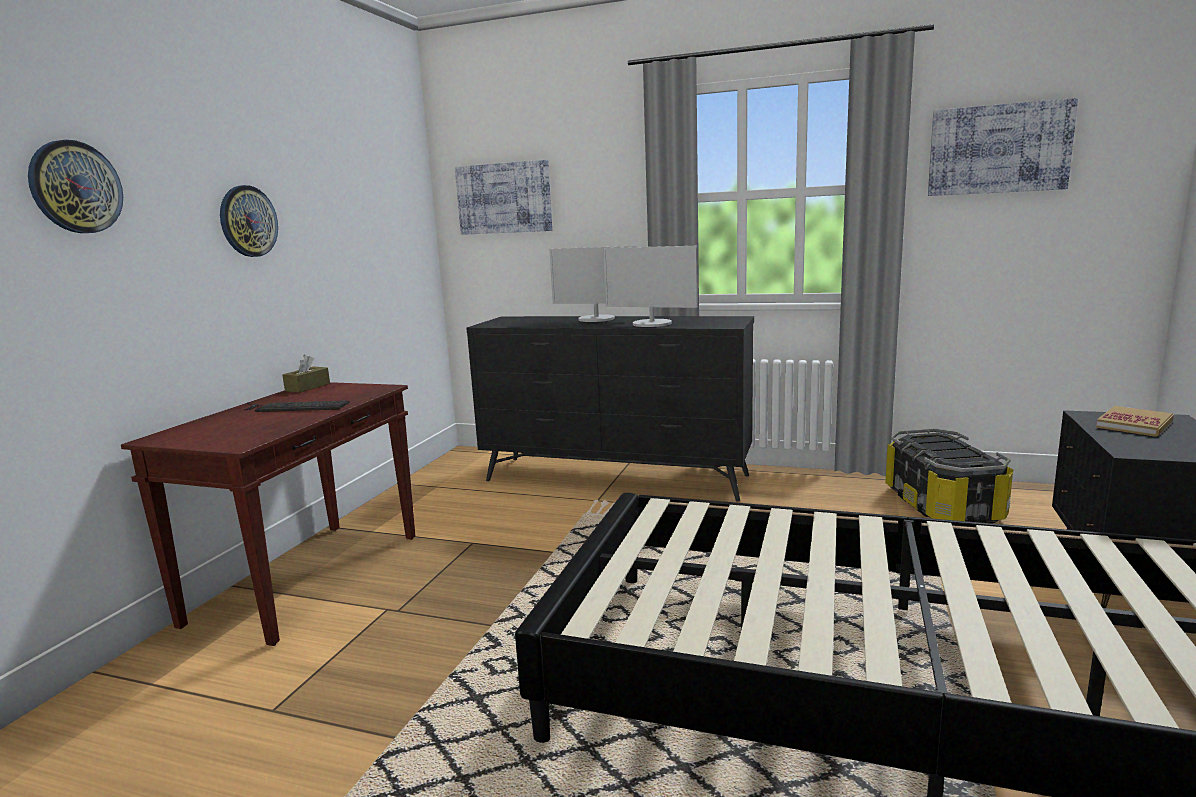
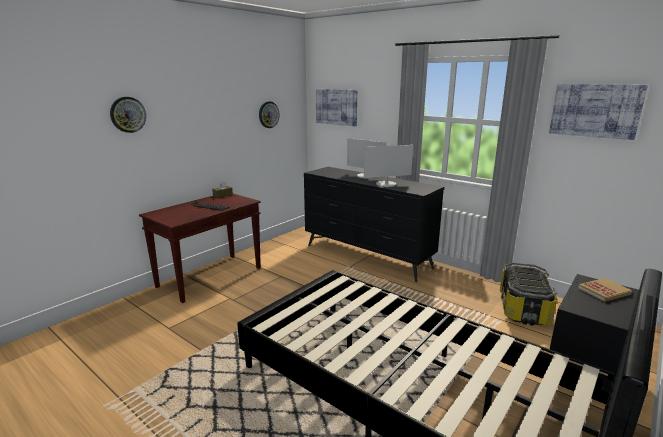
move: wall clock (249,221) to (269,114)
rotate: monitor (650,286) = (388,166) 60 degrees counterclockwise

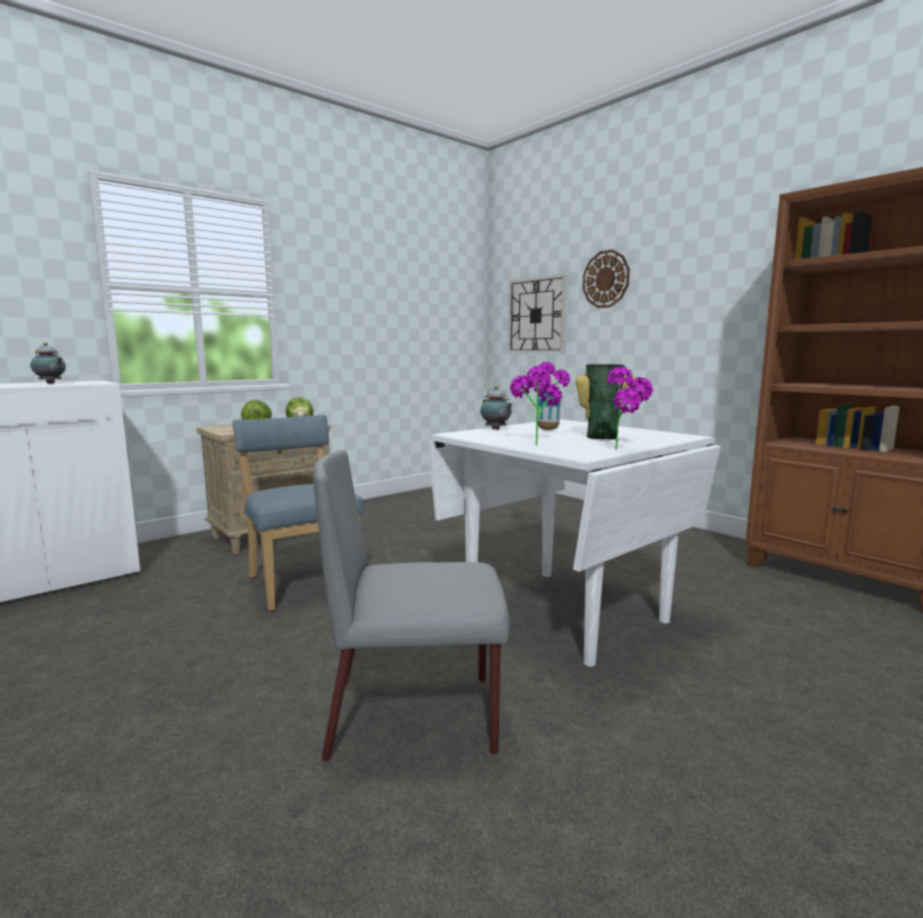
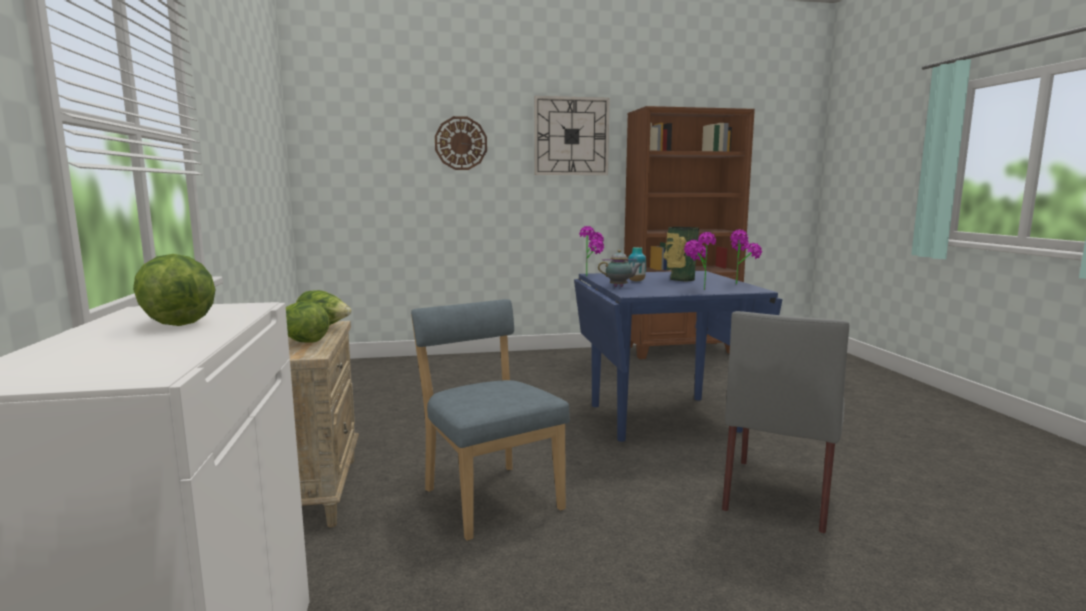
move: wall clock (537,313) to (572,135)
replace: teapot (48,363) to lettuce (174,290)
recolor: white dining table (574,543) to blue dining table (678,356)
rotate: blue chair (298,513) = (490,420) 60 degrees clockwise

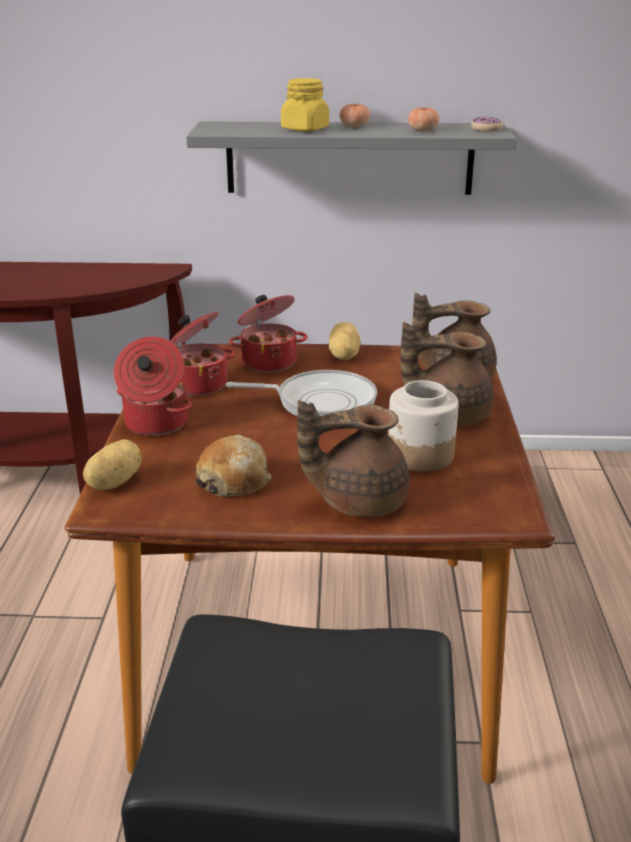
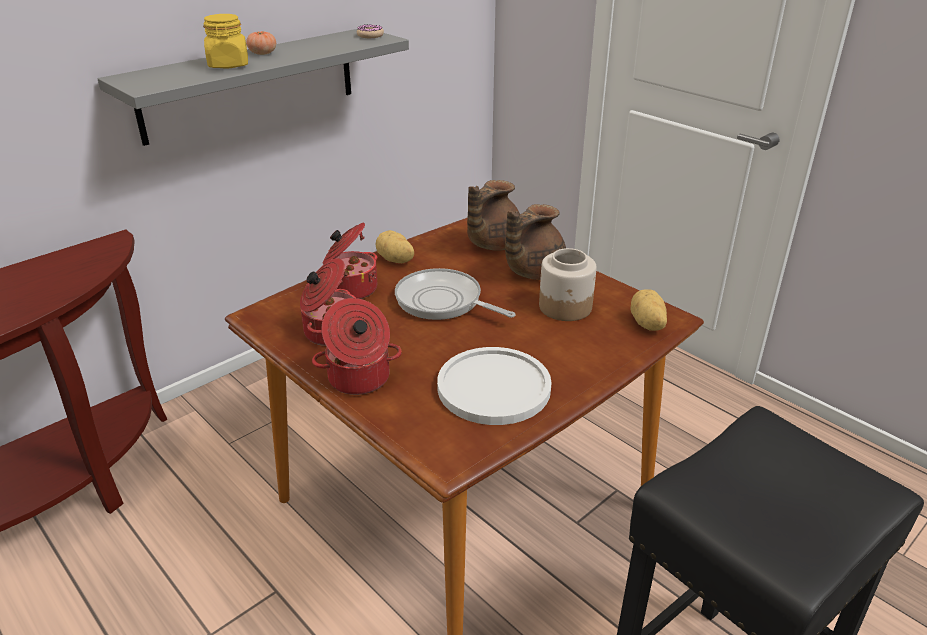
delete: brown teapot (353,458); tomato (423,118)
move: potato (112,464) to (648,310)
replace: bread (233,465) to white plate (494,386)
rotate: frying pan (301,393) = (455,294) 105 degrees counterclockwise

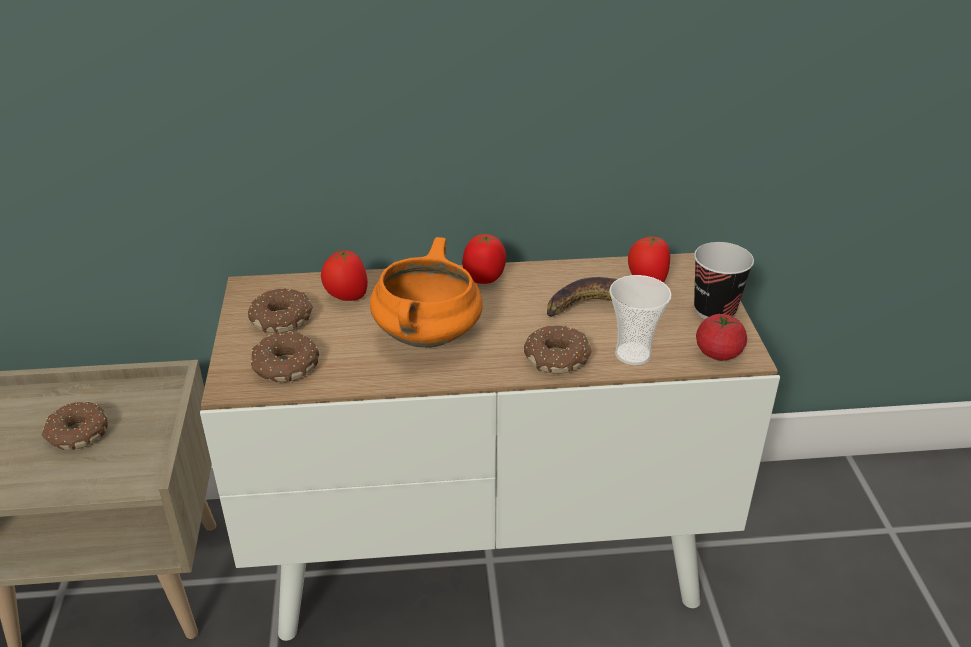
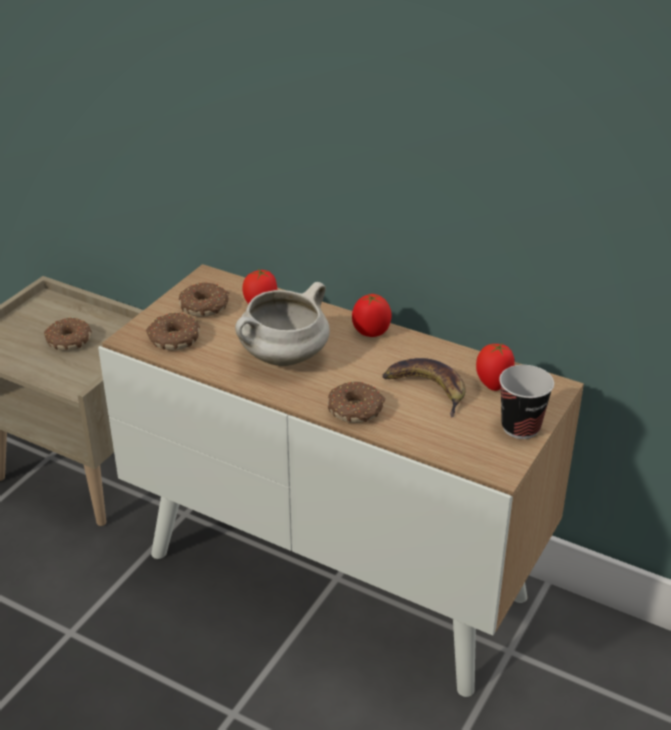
delete: cup (640,320); tomato (721,337)
recolor: orange cooking pot (426,292) to white cooking pot (282,324)

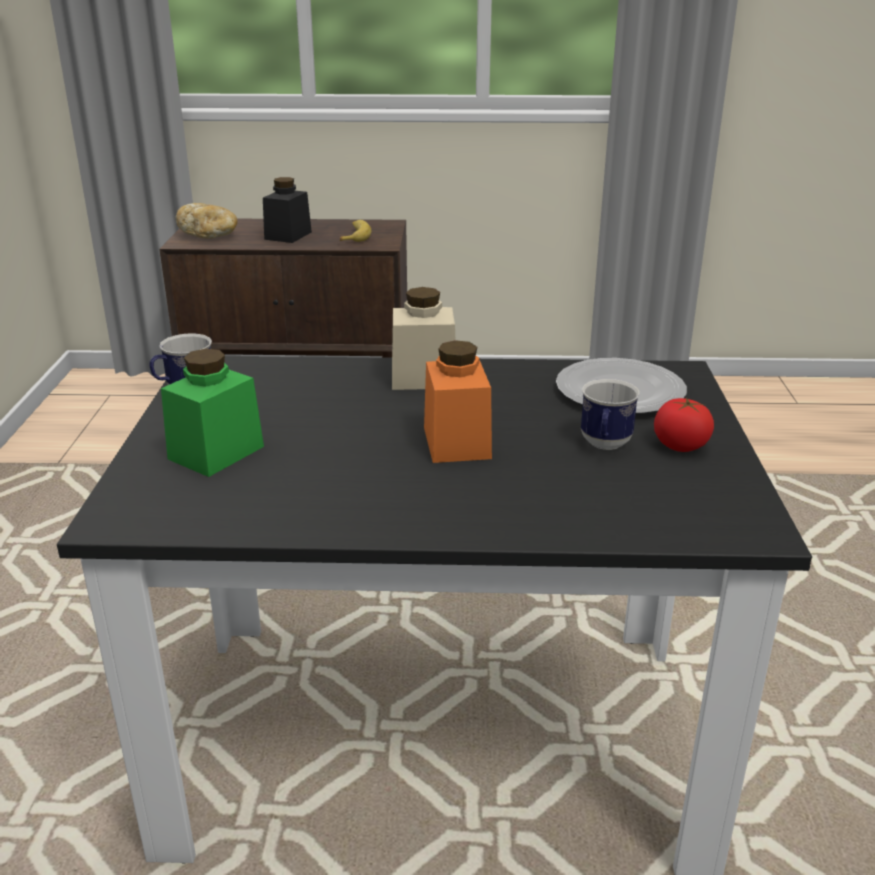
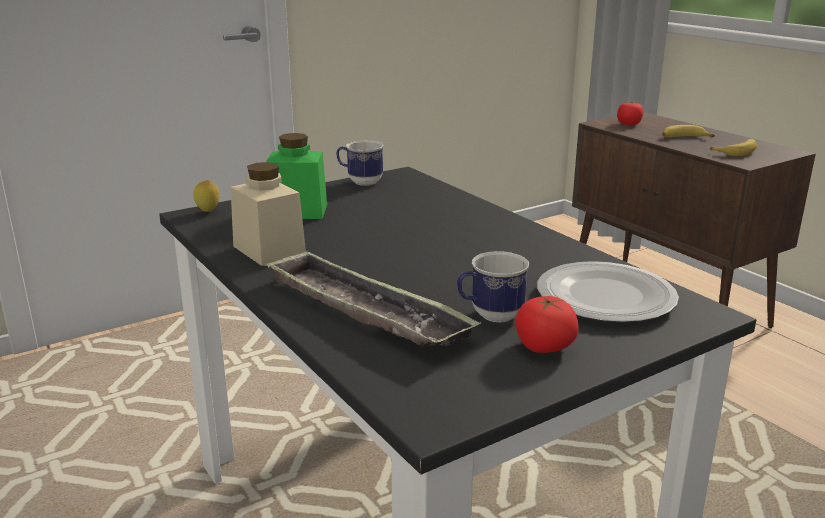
delete: orange jar (458,401)
insert: lemon (206,196); tray (372,298)
move: beige jar (423,338) to (268,214)
replace: bread (207,220) to tomato (630,113); black jar (287,210) to banana (688,131)

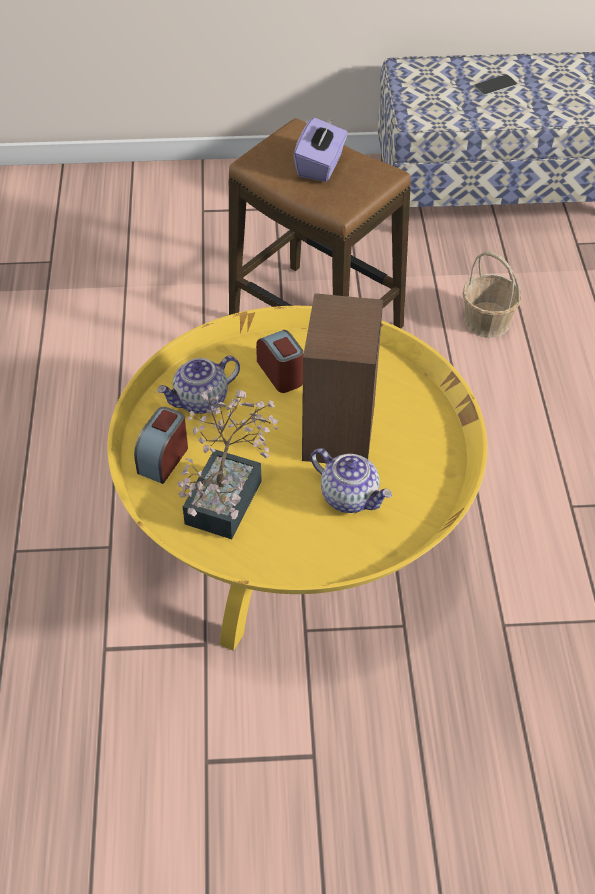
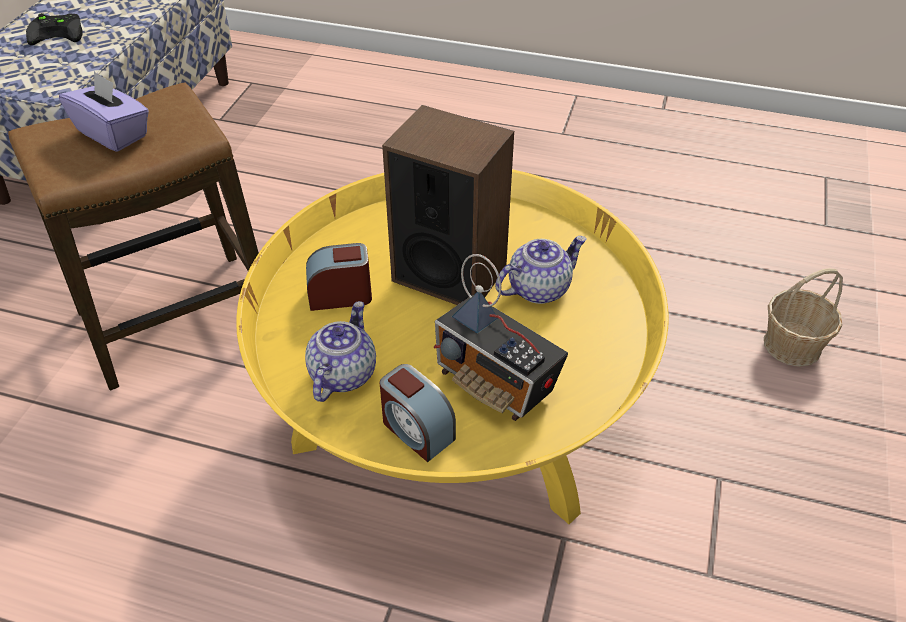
move: basket (492,294) to (803,317)
replace: potted plant (228,463) to radio (501,337); phone (496,84) to black game controller (54,29)
rotate: teapot (198,385) = (340,351) 150 degrees counterclockwise

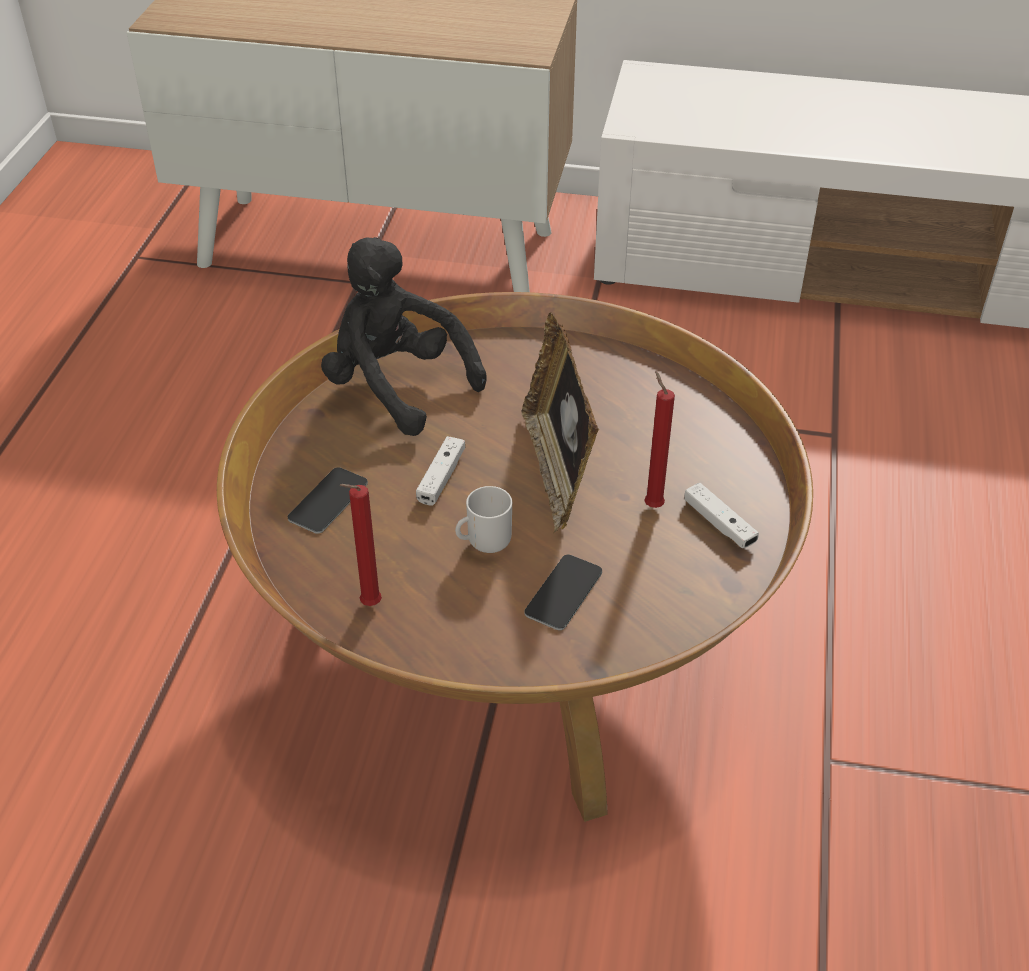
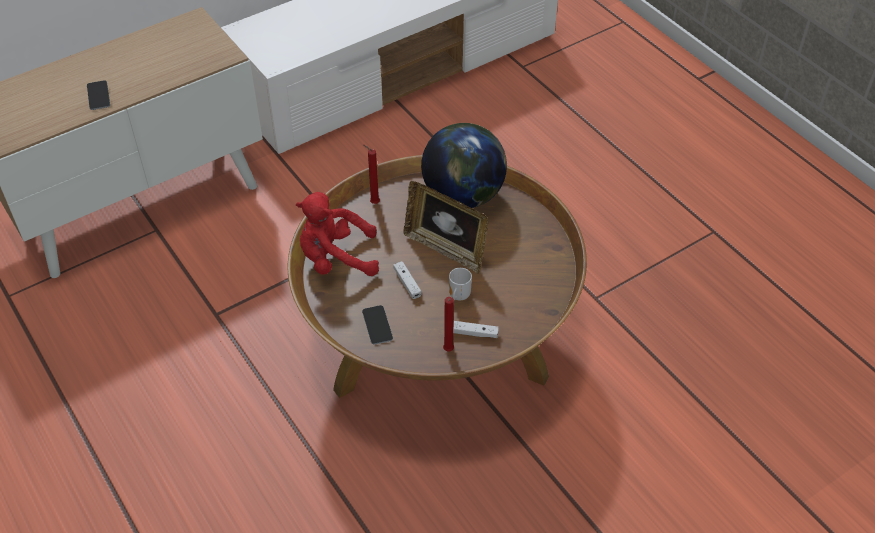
insert: globe (464,165)
move: phone (563,592) to (98,95); red candle (659,439) to (372,174); white game controller (721,515) to (476,329)
recolor: black plush toy (404,336) to red plush toy (337,234)

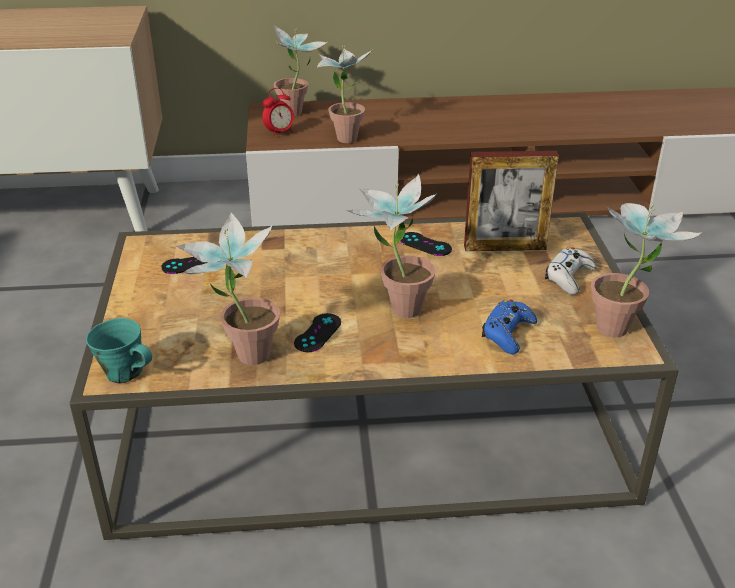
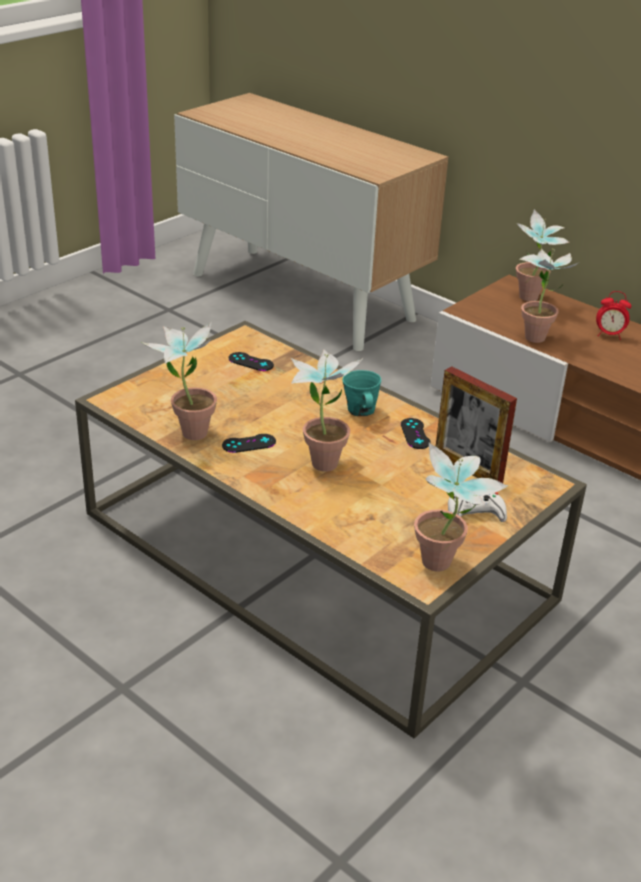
delete: blue game controller (509,326)
move: turquoise mug (119,351) to (361,393); alarm clock (278,112) to (613,315)

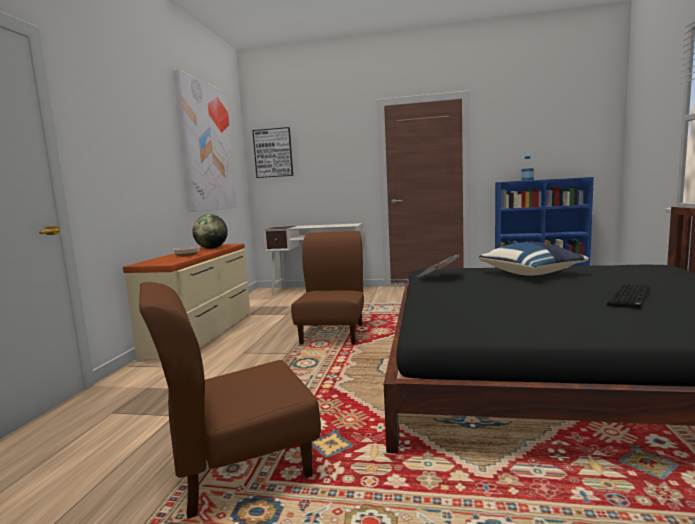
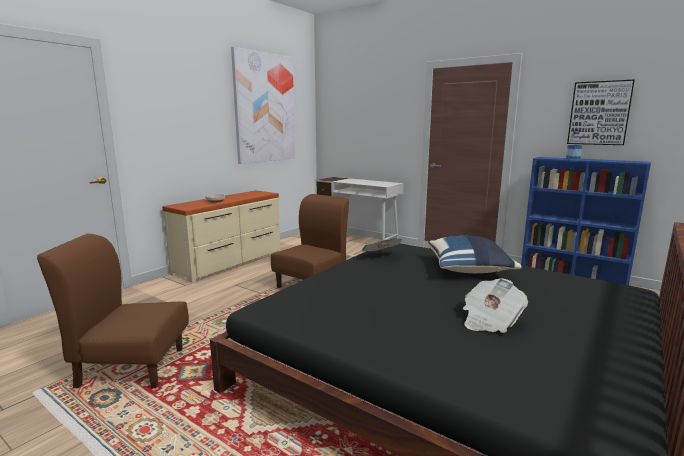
delete: globe (210,231)
move: picture (272,152) to (601,112)
replace: keyboard (628,296) to newspaper (495,305)

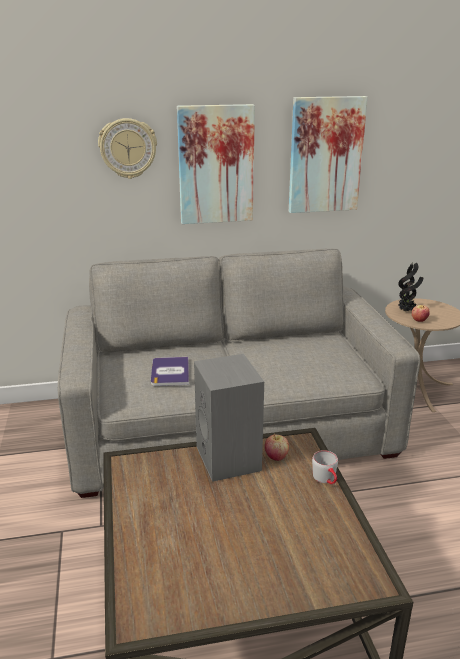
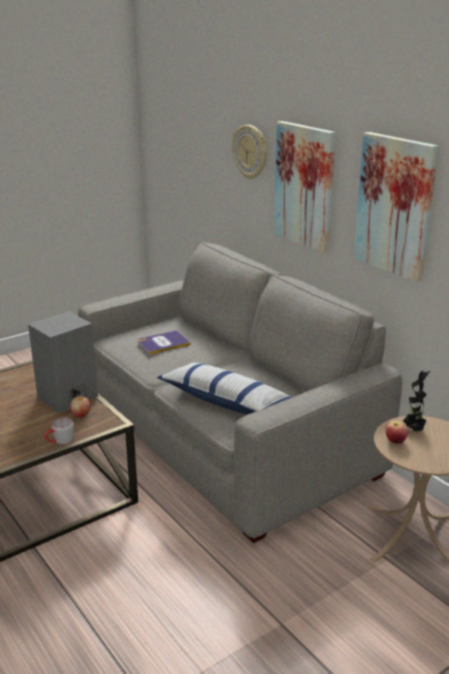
insert: pillow (224,388)

